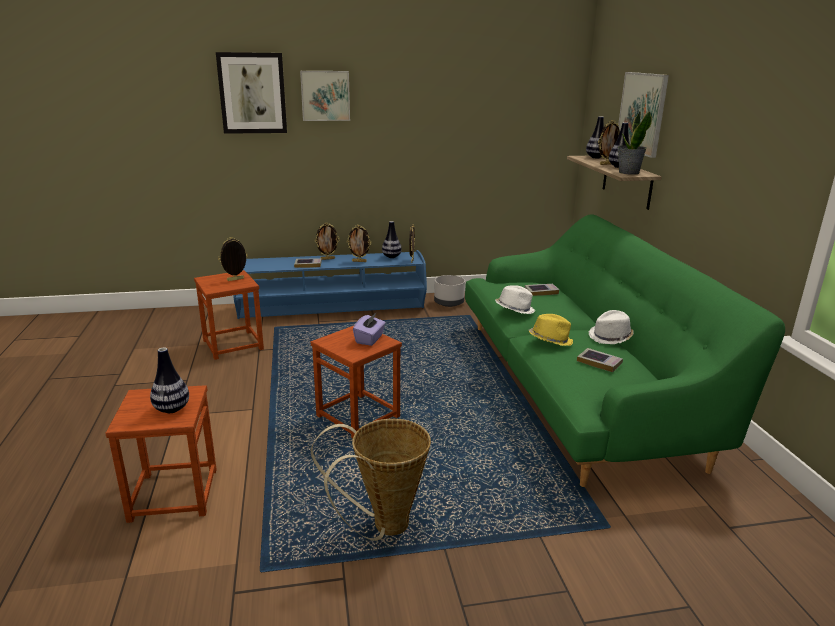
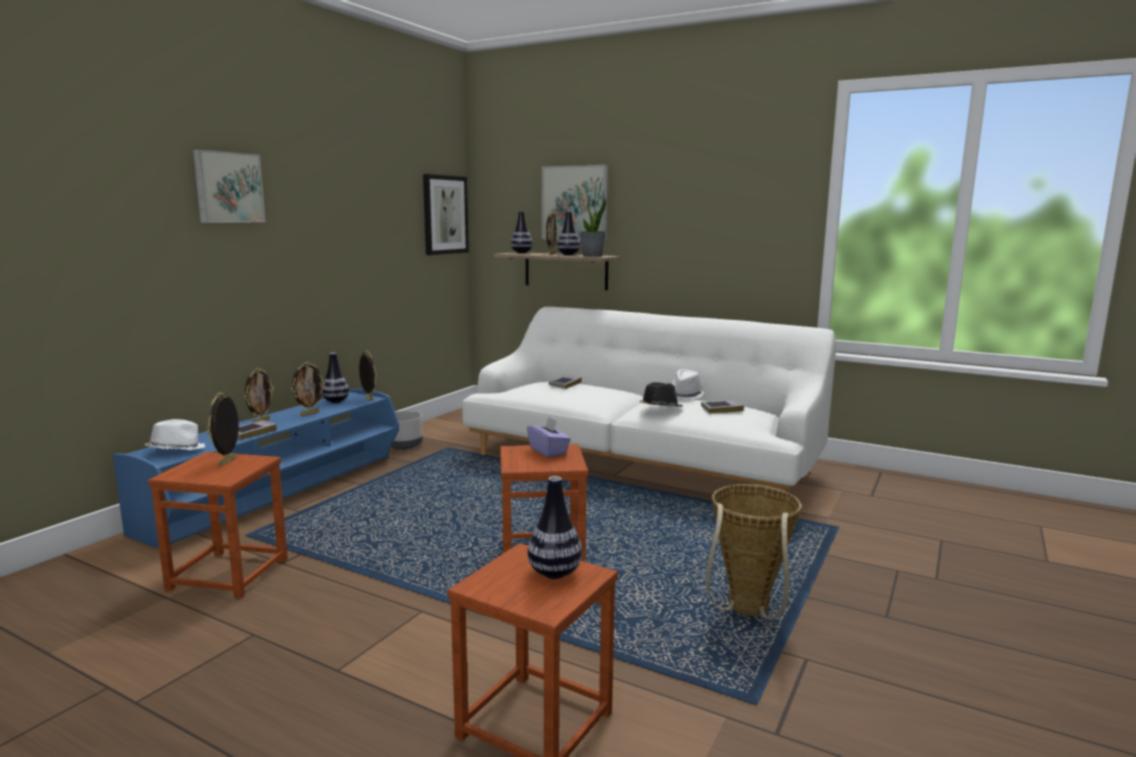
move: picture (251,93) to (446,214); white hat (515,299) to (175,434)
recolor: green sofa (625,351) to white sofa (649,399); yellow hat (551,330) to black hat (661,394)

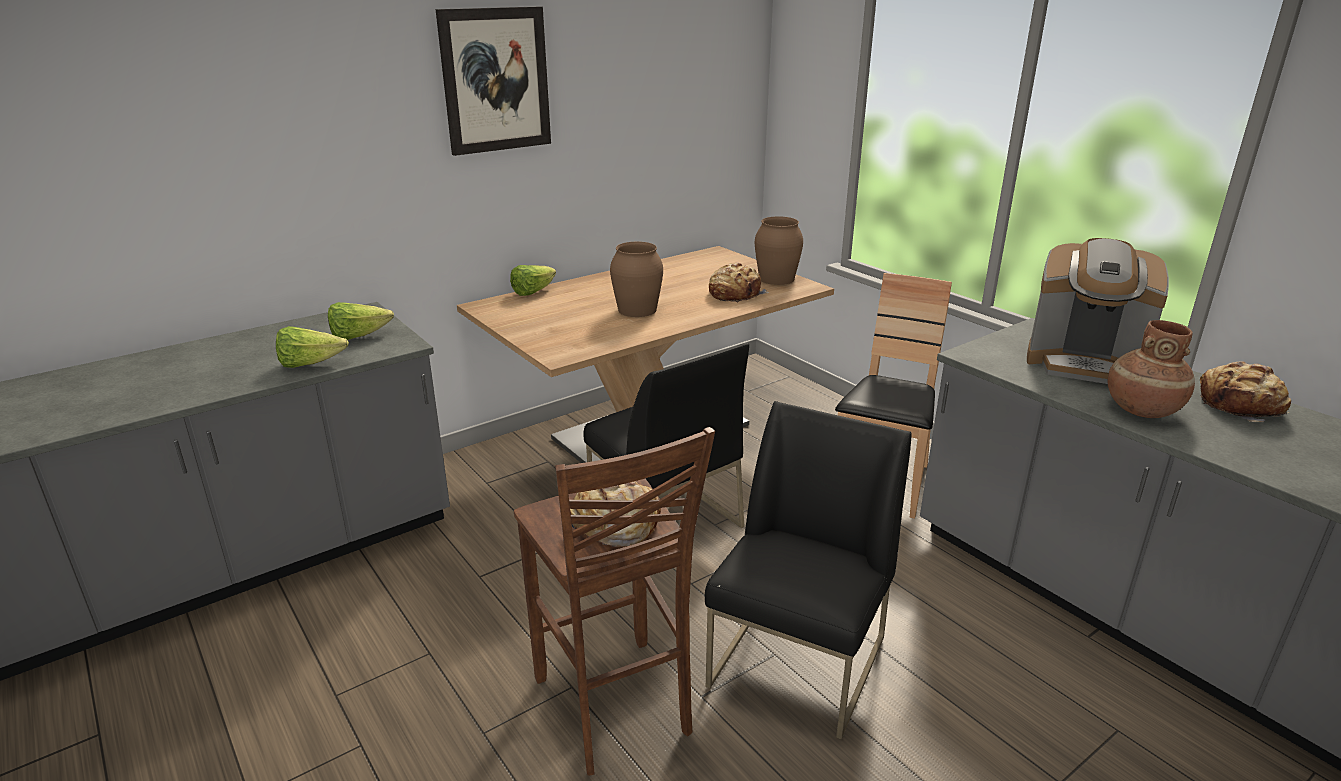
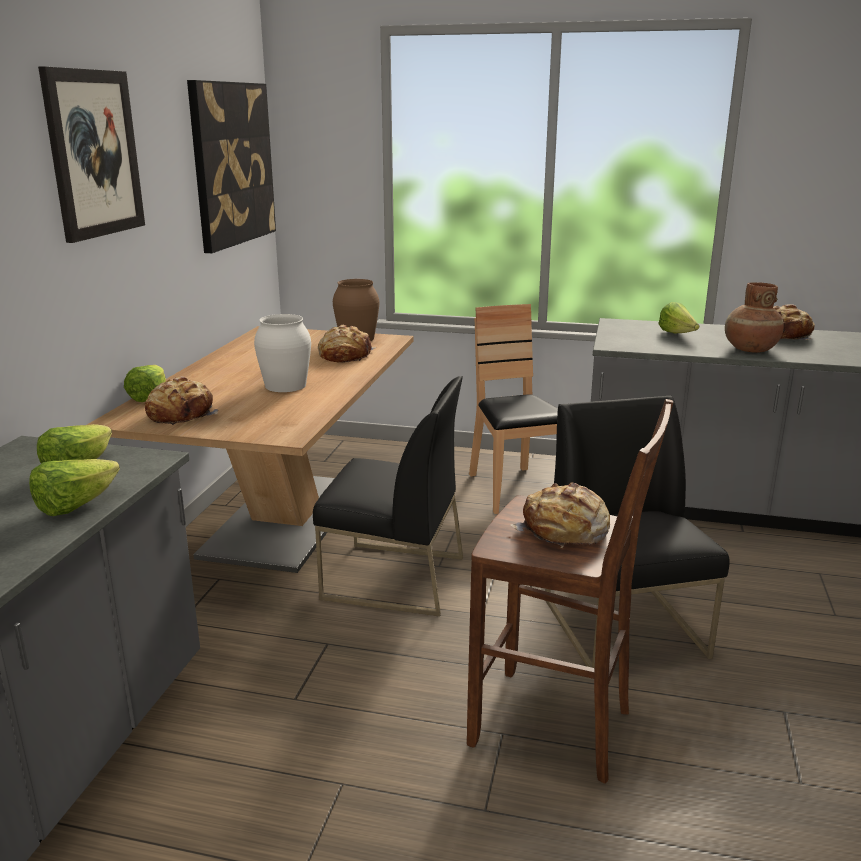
insert: bread (182,400); picture (231,166)
replace: coffee machine (1098,311) to lettuce (678,317)
recolor: brown vase (636,279) to white vase (282,353)

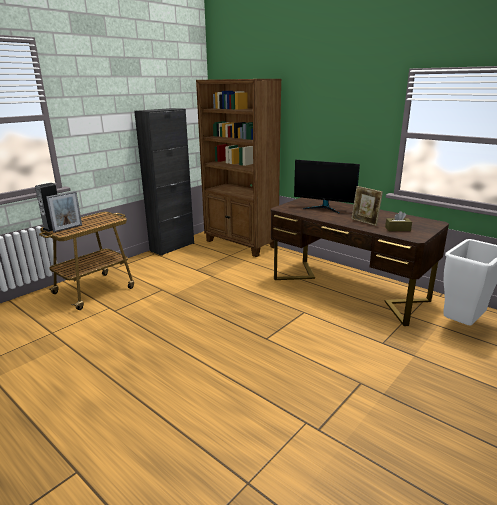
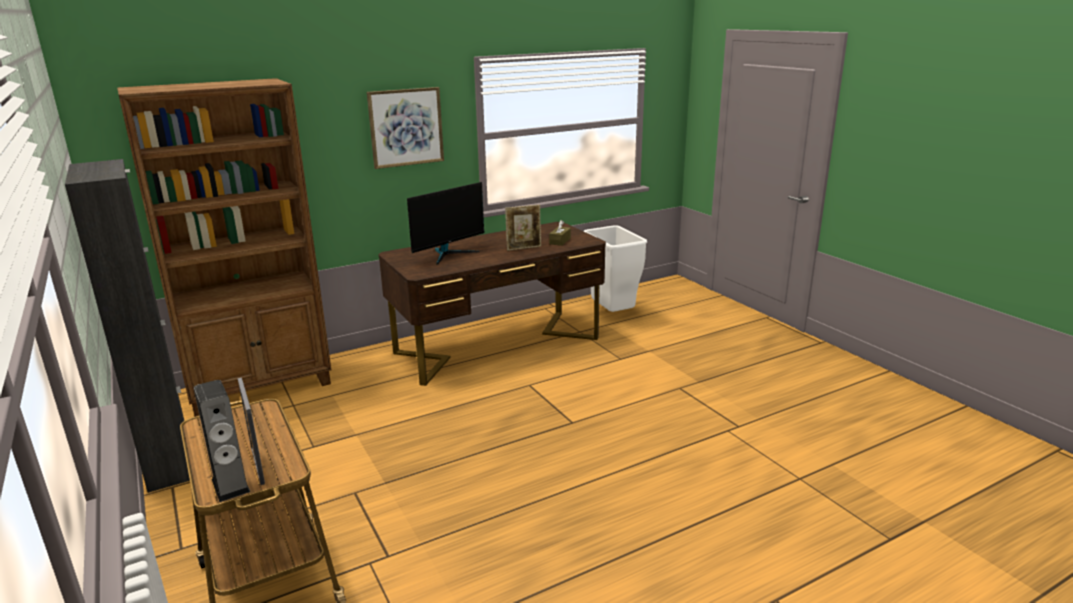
insert: picture (405,128)

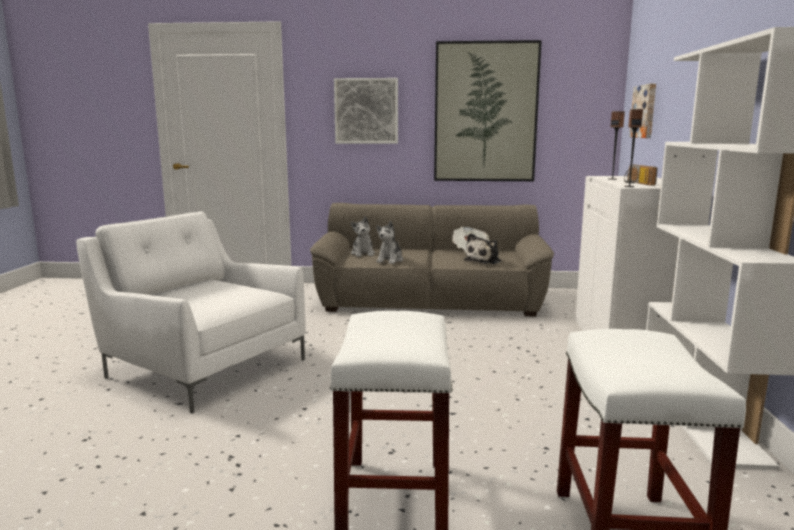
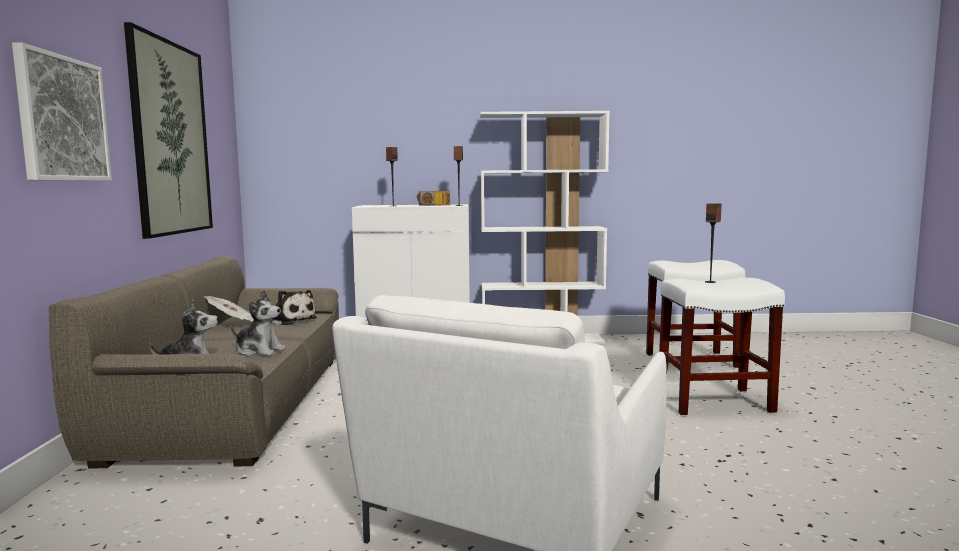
delete: picture (642,111)
insert: speaker (713,243)

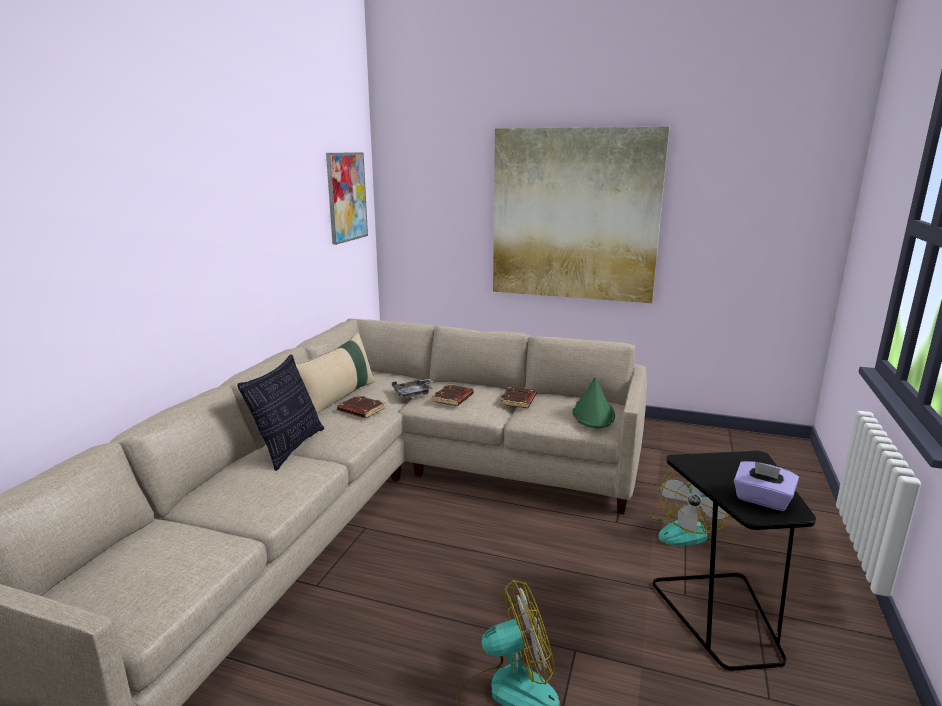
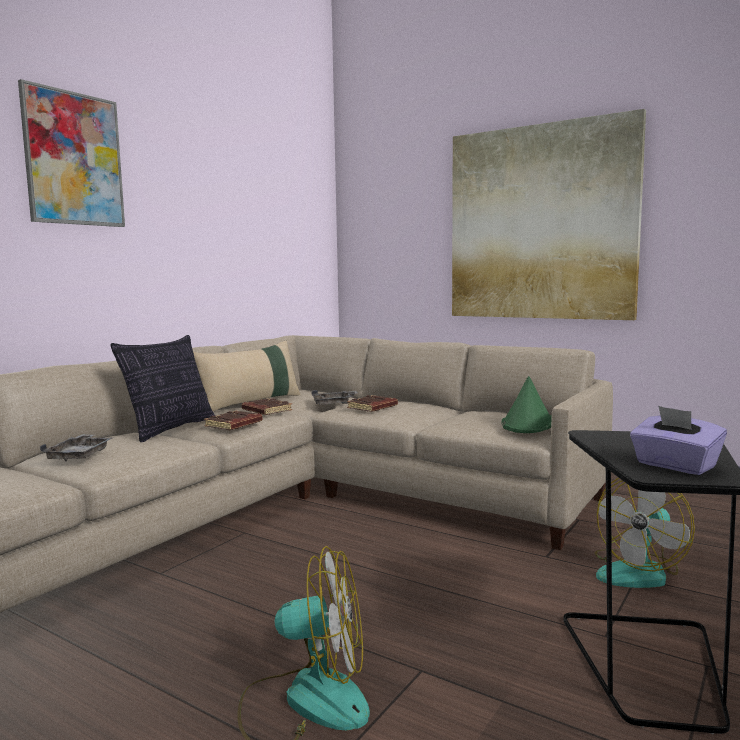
insert: grey tray (76,447)
move: picture (347,198) to (71,153); brown book (518,397) to (233,420)

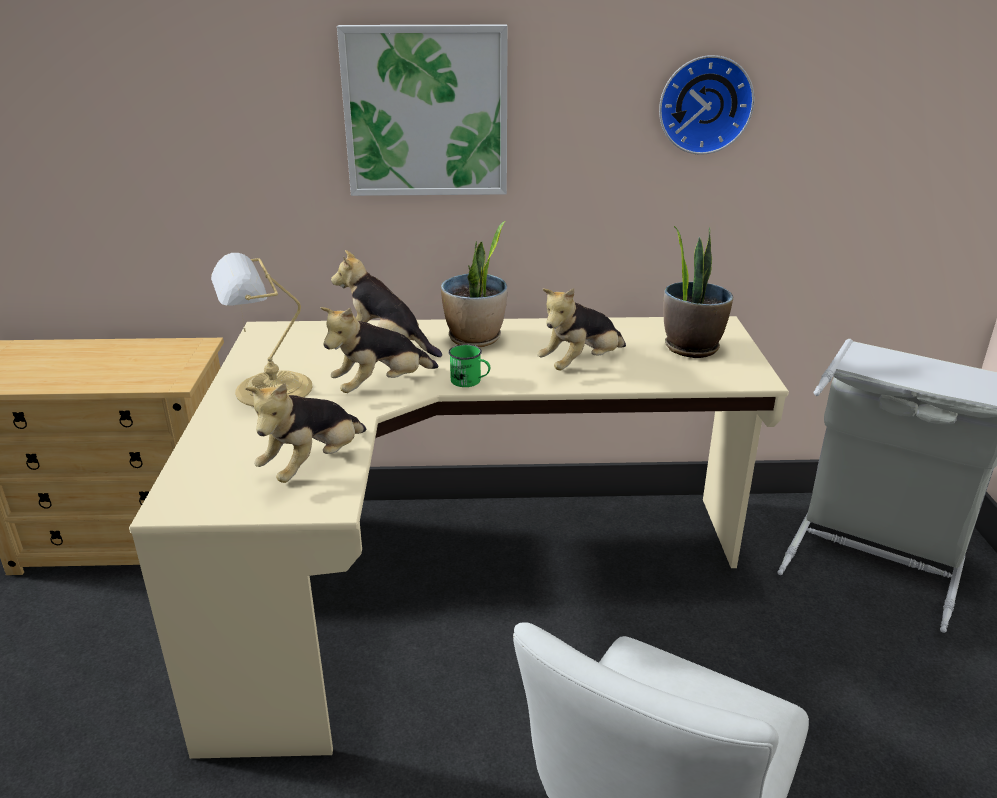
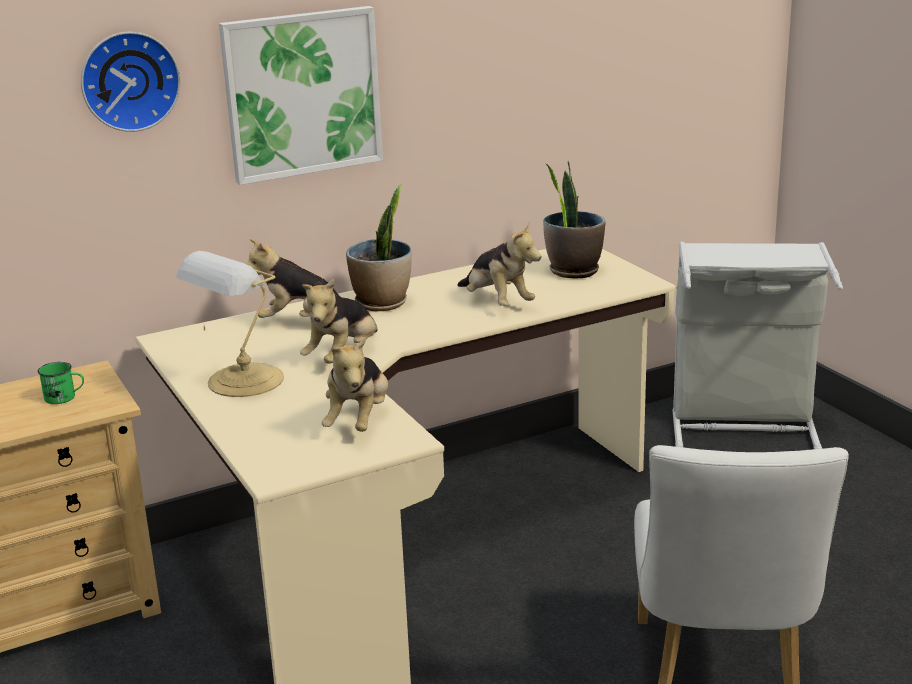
move: green mug (469,365) to (61,383); wall clock (706,105) to (130,82)
rotate: plush toy (581,329) = (499,263) 60 degrees counterclockwise

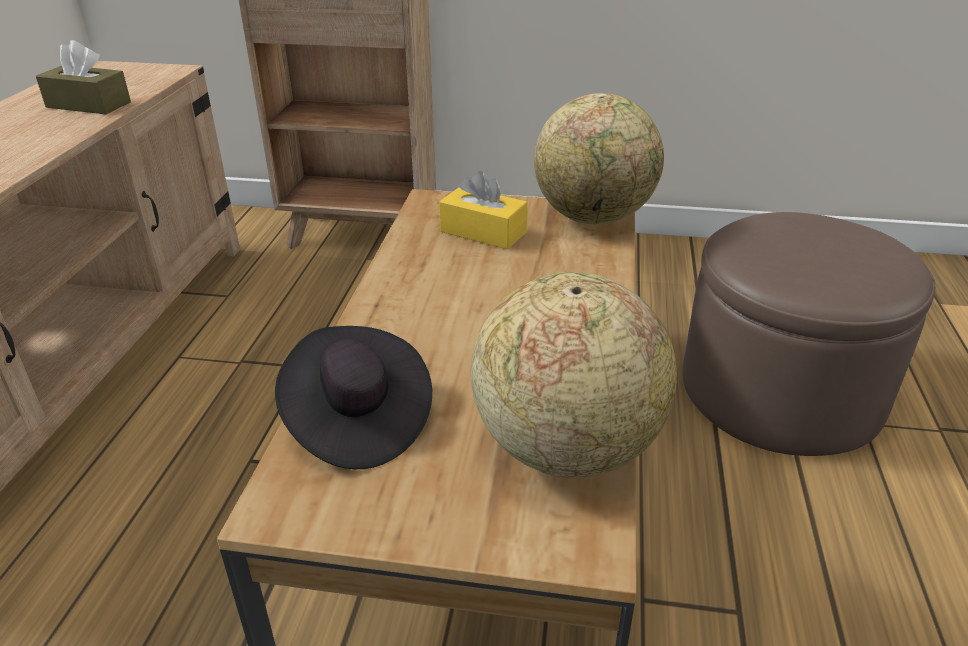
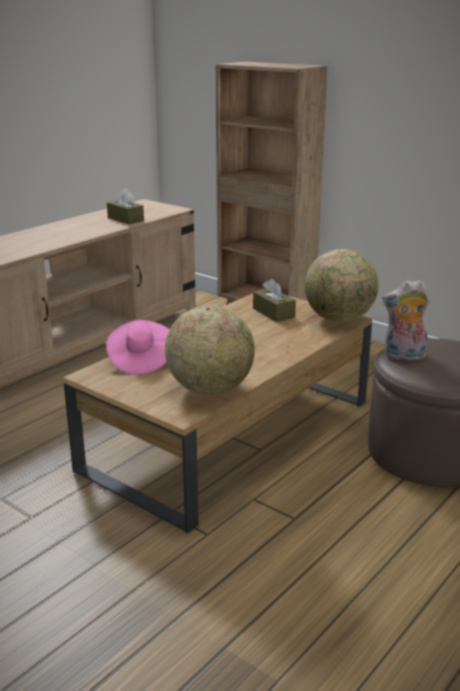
insert: plush toy (406,320)
recolor: black hat (353,397) to pink hat (137,347); yellow tissue box (483,210) to brown tissue box (274,300)

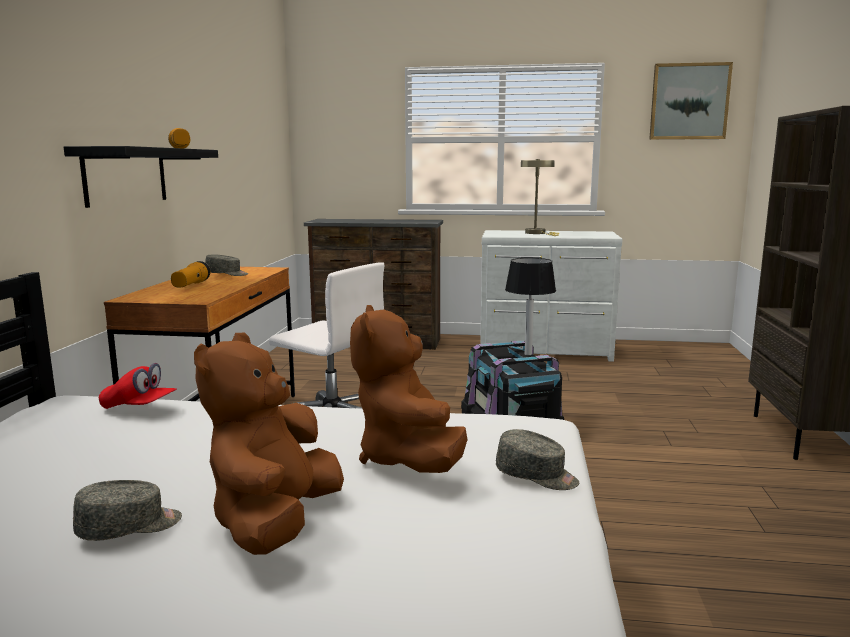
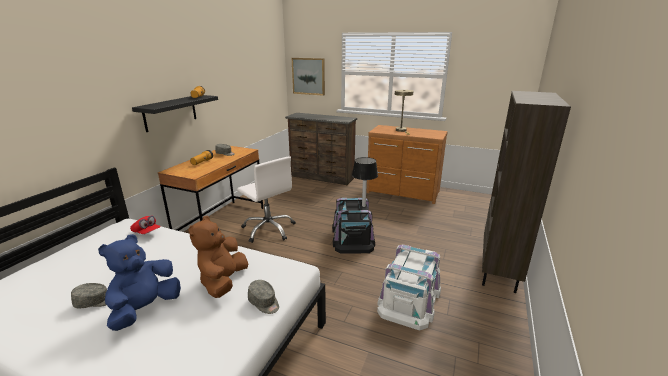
insert: white storage box (409,287)
move: picture (691,101) to (308,77)
recolor: brown plush toy (269,444) to blue plush toy (139,282); white dresser (551,296) to brown dresser (406,164)

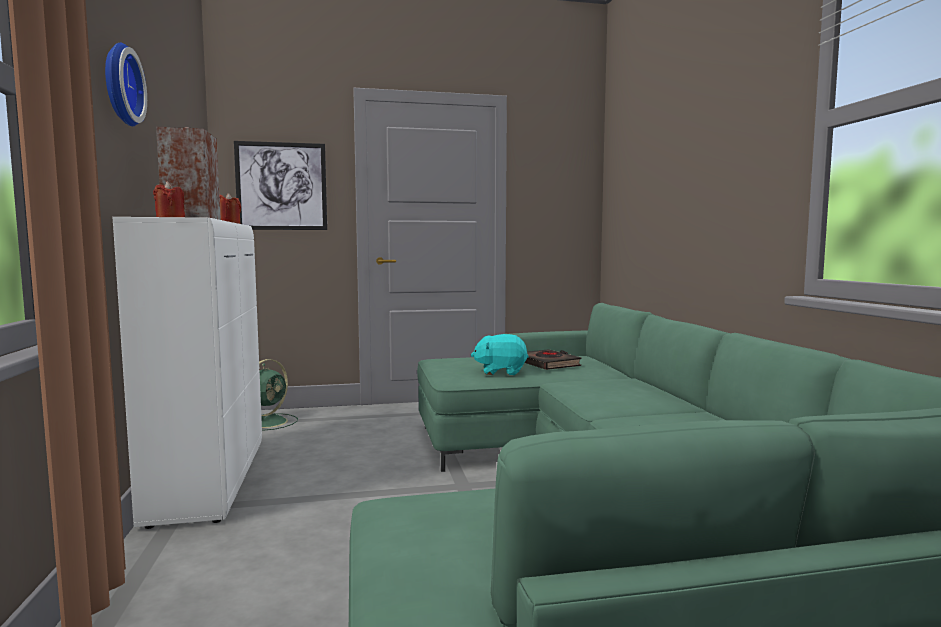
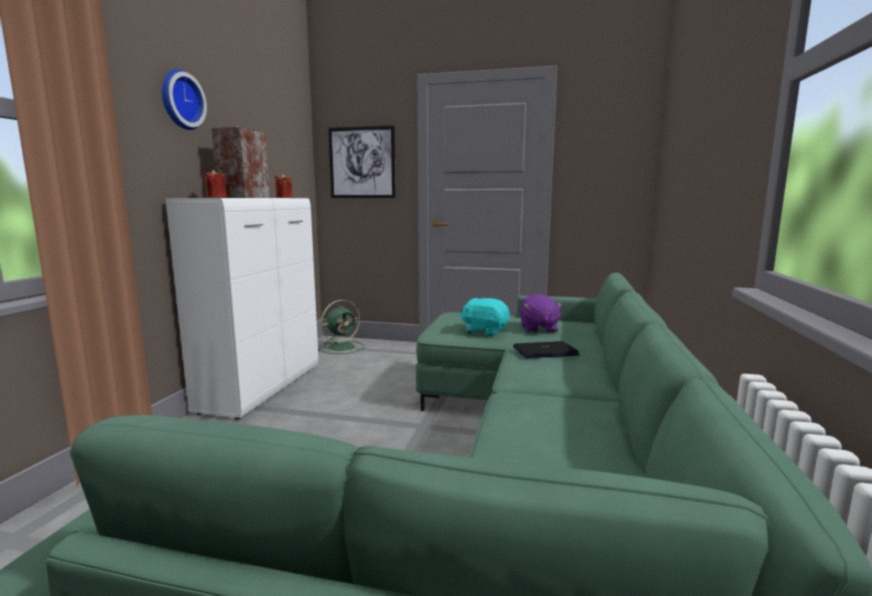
insert: laptop (546,349)
replace: black book (553,359) to purple plush toy (541,313)

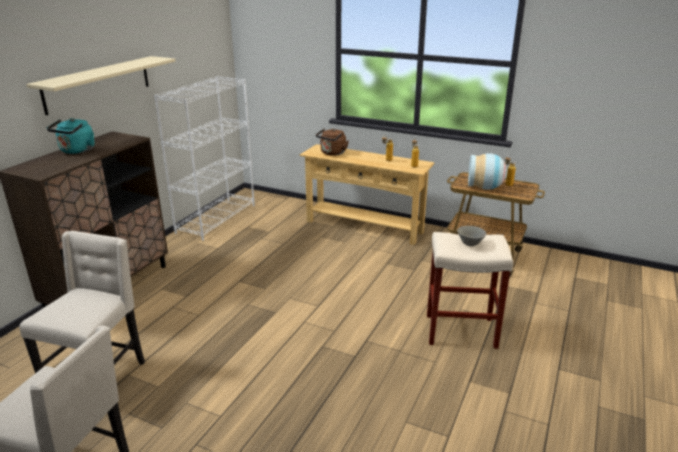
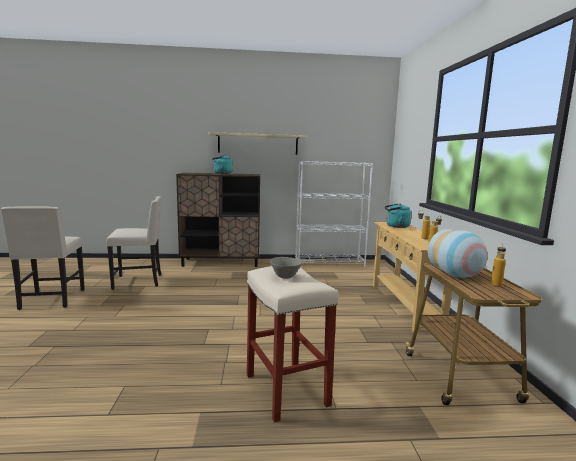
recolor: brown kettle (332,142) to turquoise kettle (398,216)

